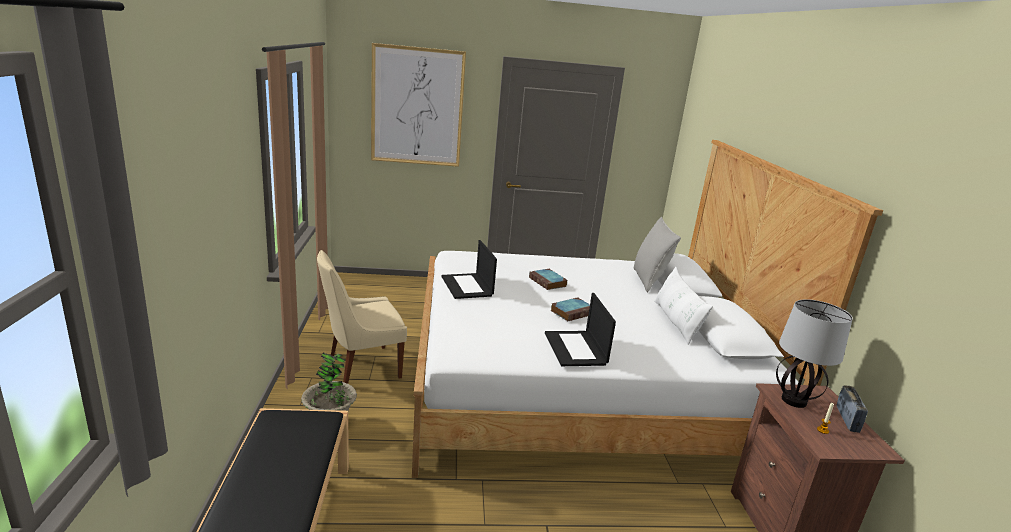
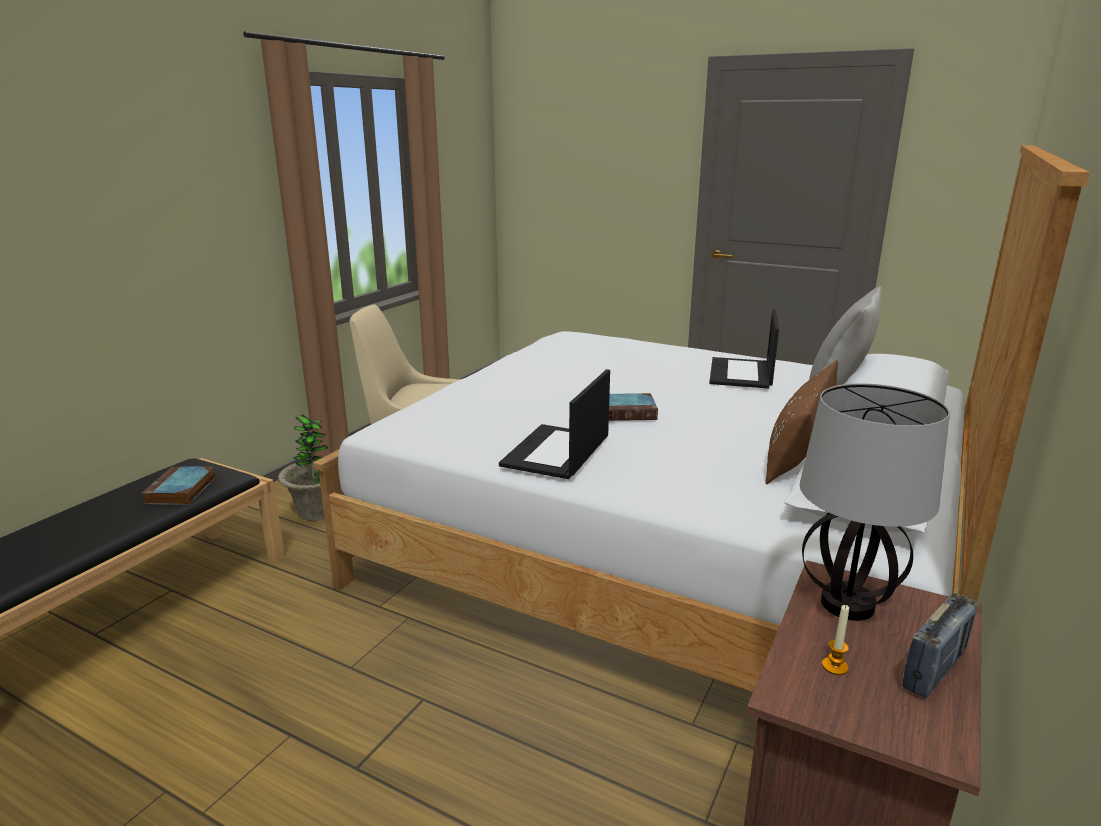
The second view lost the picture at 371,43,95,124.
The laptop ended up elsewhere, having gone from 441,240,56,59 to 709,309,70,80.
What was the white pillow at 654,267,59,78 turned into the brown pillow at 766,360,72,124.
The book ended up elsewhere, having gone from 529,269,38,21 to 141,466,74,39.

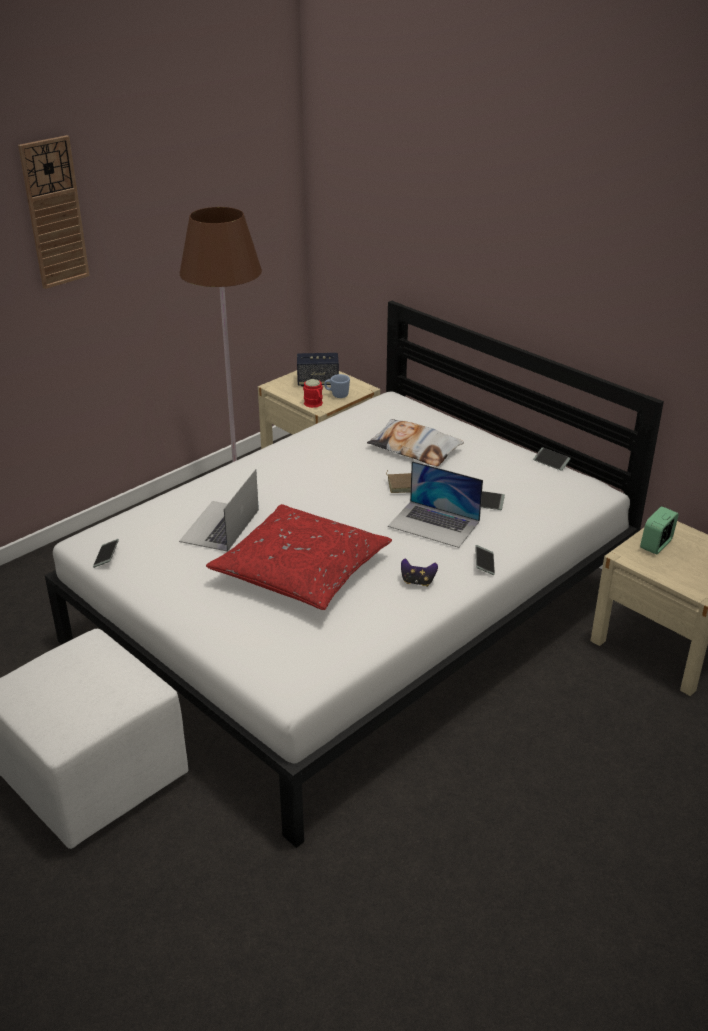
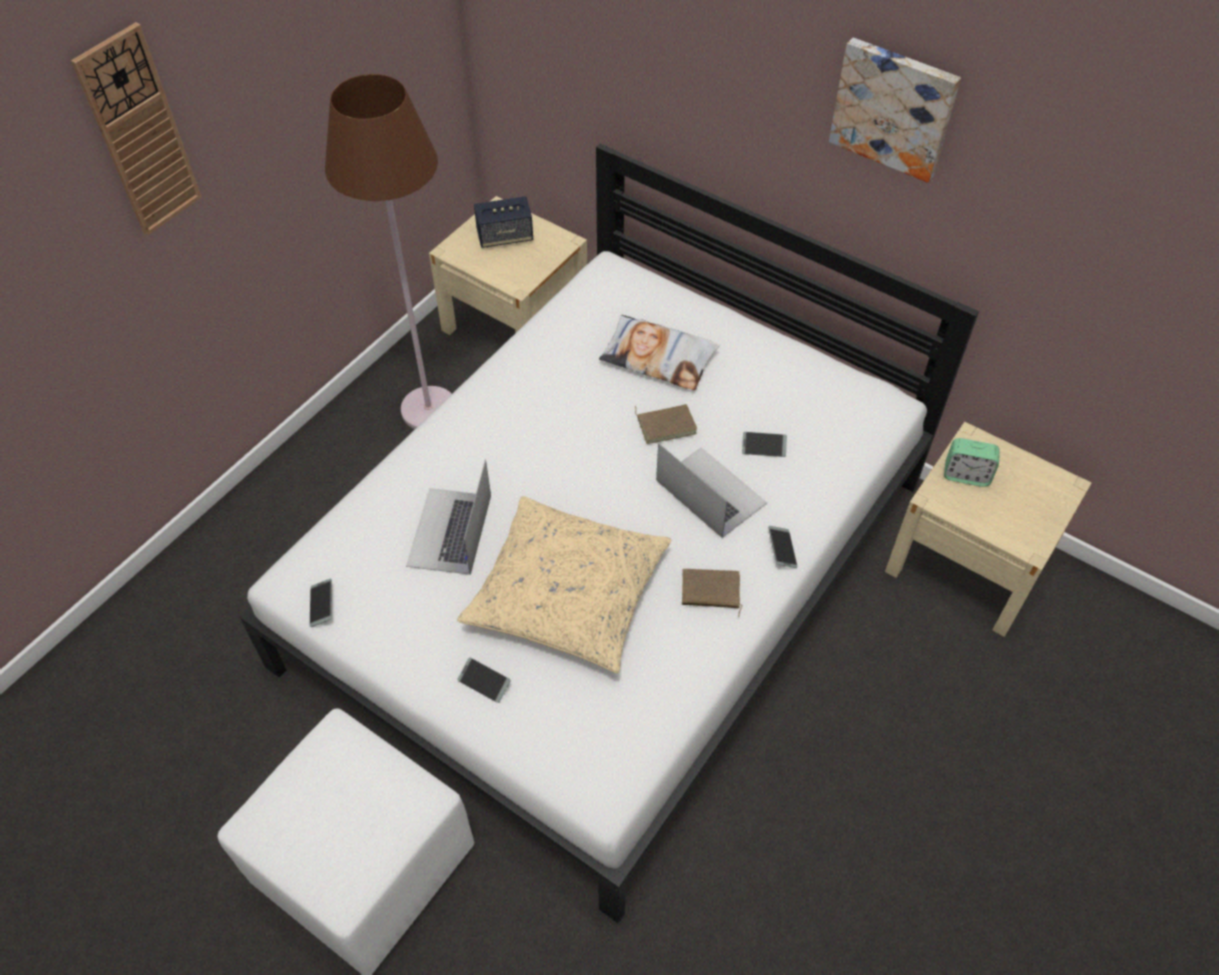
The second view lost the blue mug at 324,374,26,24.
The second view lost the red mug at 303,379,20,29.
The phone ended up elsewhere, having gone from 533,447,38,24 to 457,658,54,45.
The laptop at 388,461,95,87 ended up facing another way, 150 degrees counterclockwise from before.
What was the red pillow at 206,504,186,106 turned into the beige pillow at 457,496,215,177.
The alarm clock at 640,506,39,48 ended up facing another way, 105 degrees counterclockwise from before.
Where the game controller stood at 401,558,37,29, the brown book came to stand at 682,569,60,48.
The second view gained the picture at 829,38,132,145.

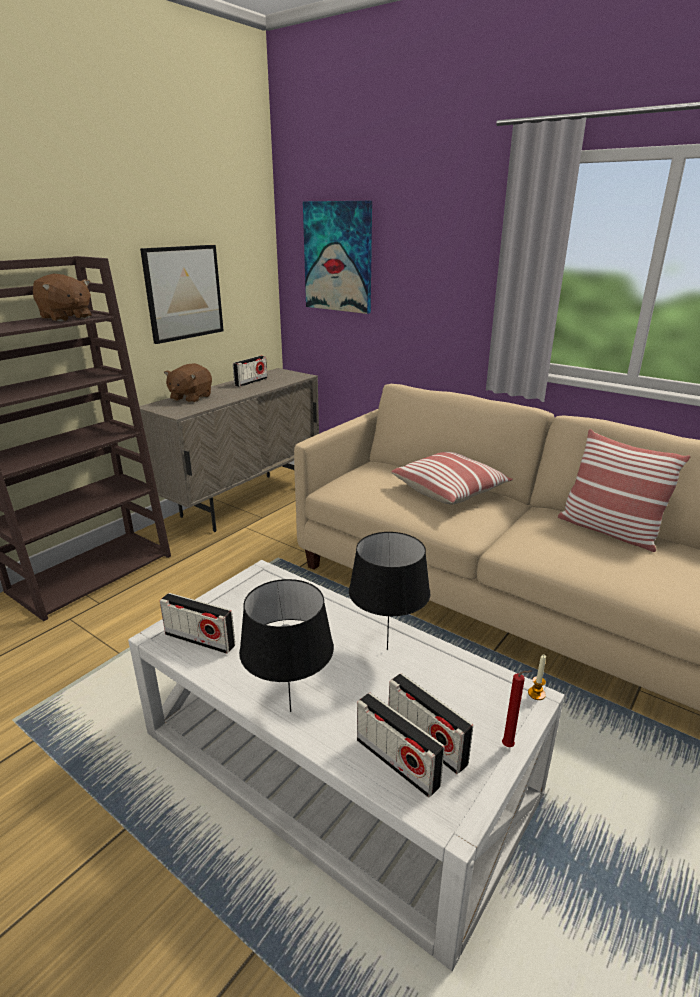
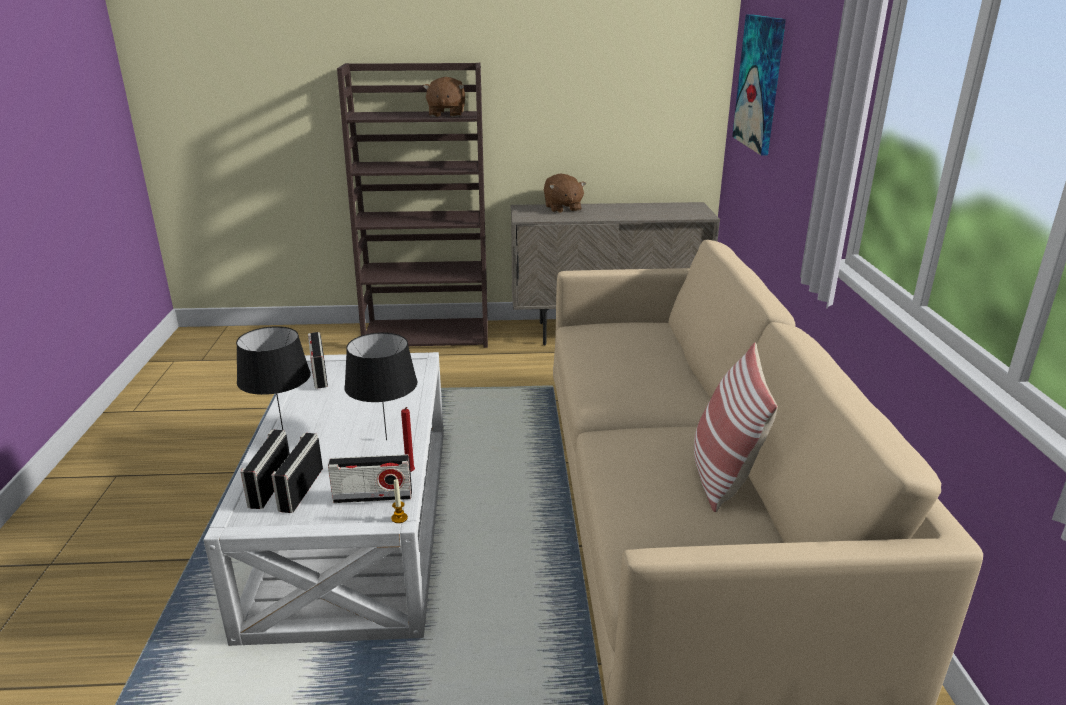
The second view lost the picture at 140,245,84,99.
The radio ended up elsewhere, having gone from 233,356,34,31 to 328,454,84,49.
The brown plush toy at 164,363,48,40 ended up facing another way, 90 degrees counterclockwise from before.
The second view lost the pillow at 391,452,122,52.
The red candle ended up elsewhere, having gone from 502,670,30,77 to 401,407,14,65.

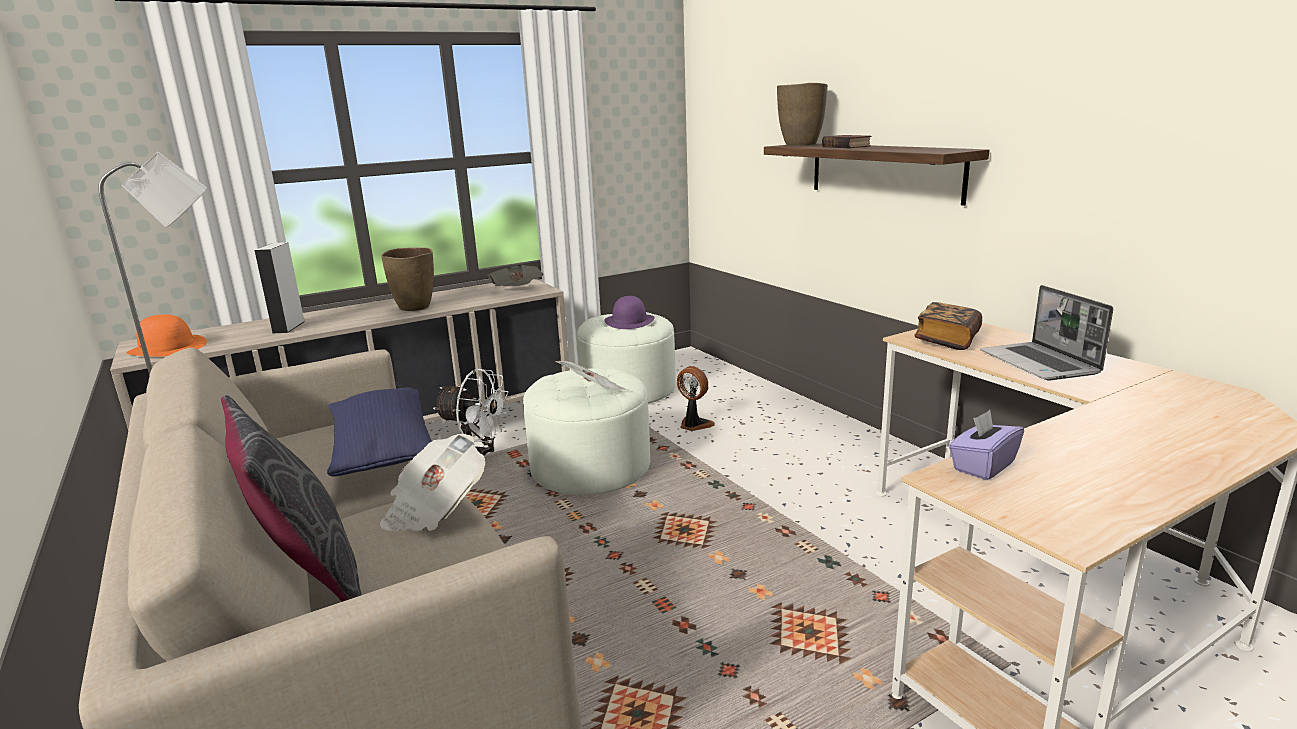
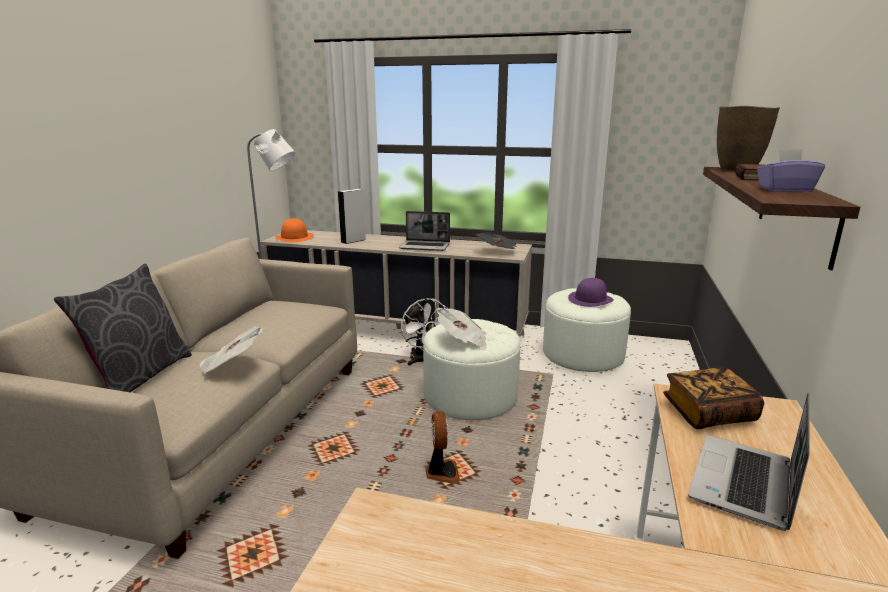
Where the brown vase stood at 381,247,53,64, the laptop came to stand at 399,211,51,40.
The fan ended up elsewhere, having gone from 677,366,38,65 to 426,411,34,72.
The second view lost the blue pillow at 327,387,105,89.
The purple tissue box ended up elsewhere, having gone from 949,410,75,70 to 757,149,68,43.

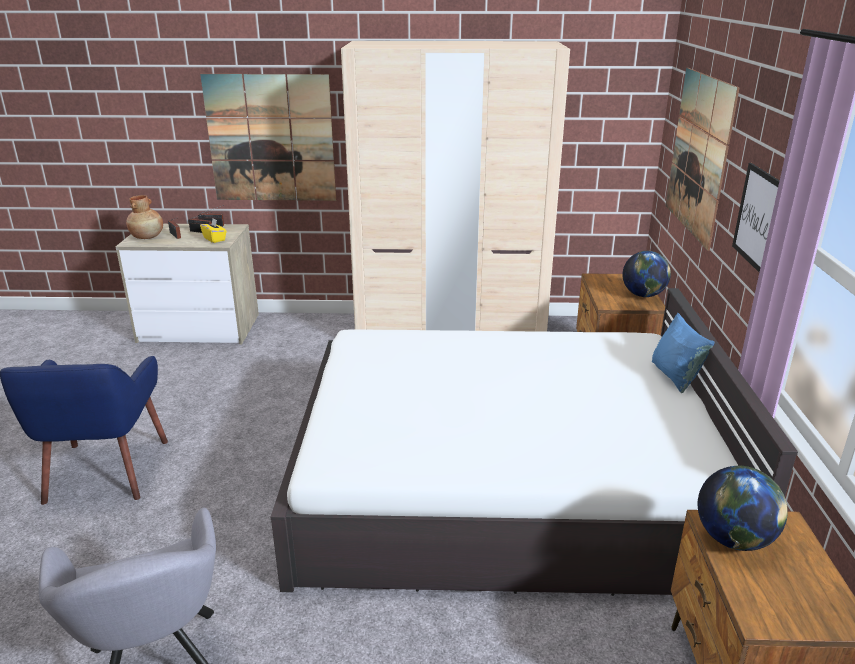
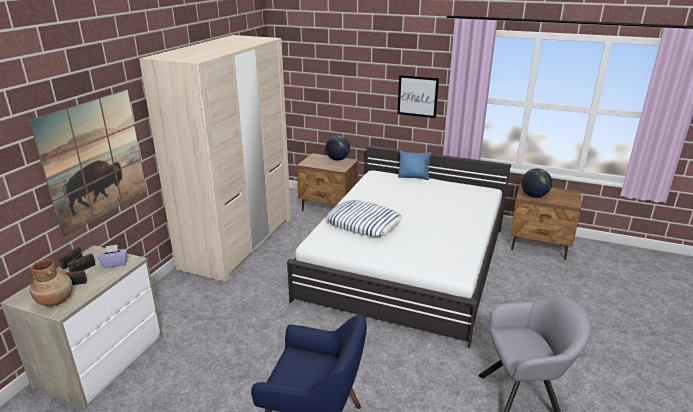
The second view lost the picture at 665,68,75,183.
What was the yellow tissue box at 200,218,27,25 turned into the purple tissue box at 98,245,29,23.
The second view gained the pillow at 326,200,76,37.

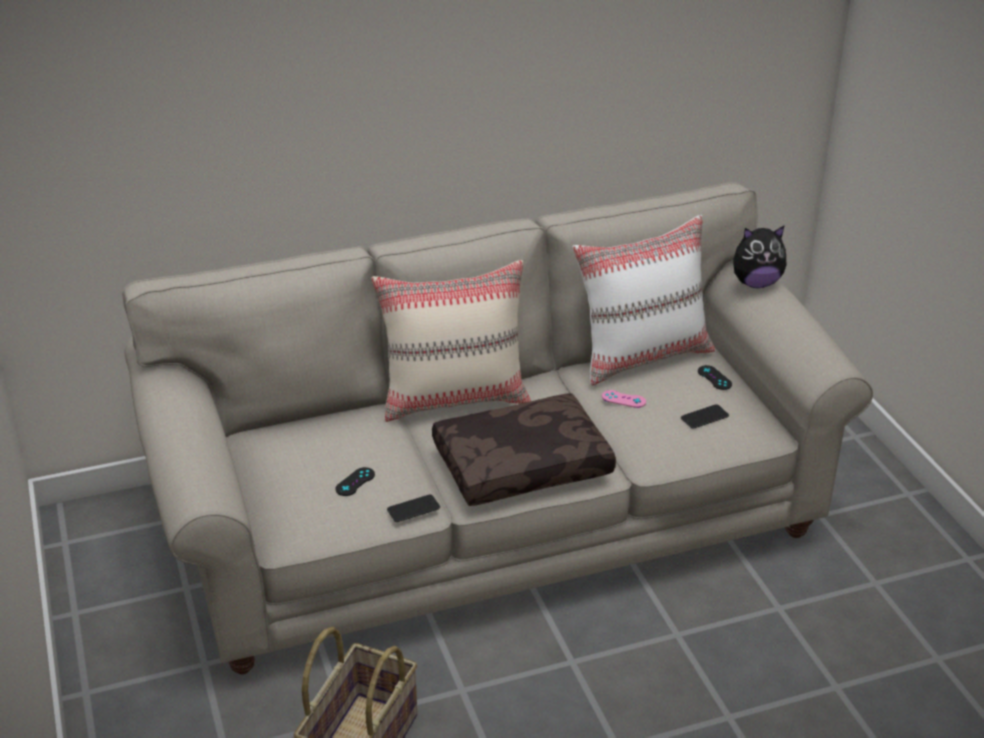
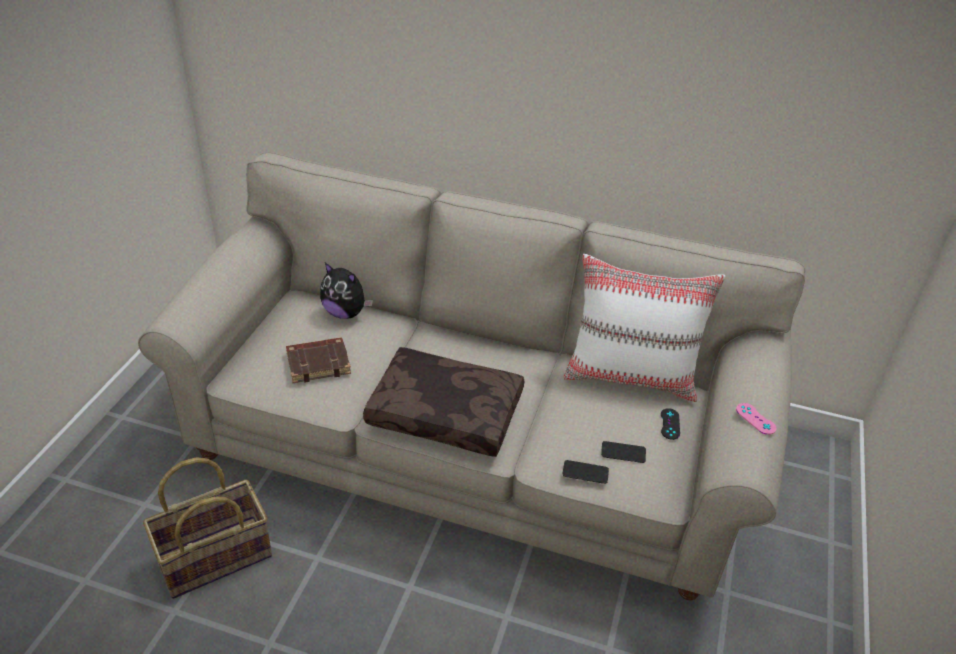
The plush toy ended up elsewhere, having gone from 733,225,54,63 to 320,263,53,56.
The second view lost the beige pillow at 371,260,160,162.
The pink game controller ended up elsewhere, having gone from 602,390,44,18 to 736,403,41,32.
Where the black game controller stood at 335,467,40,29, the brown book came to stand at 286,337,65,46.
The phone ended up elsewhere, having gone from 387,495,53,27 to 563,460,46,24.

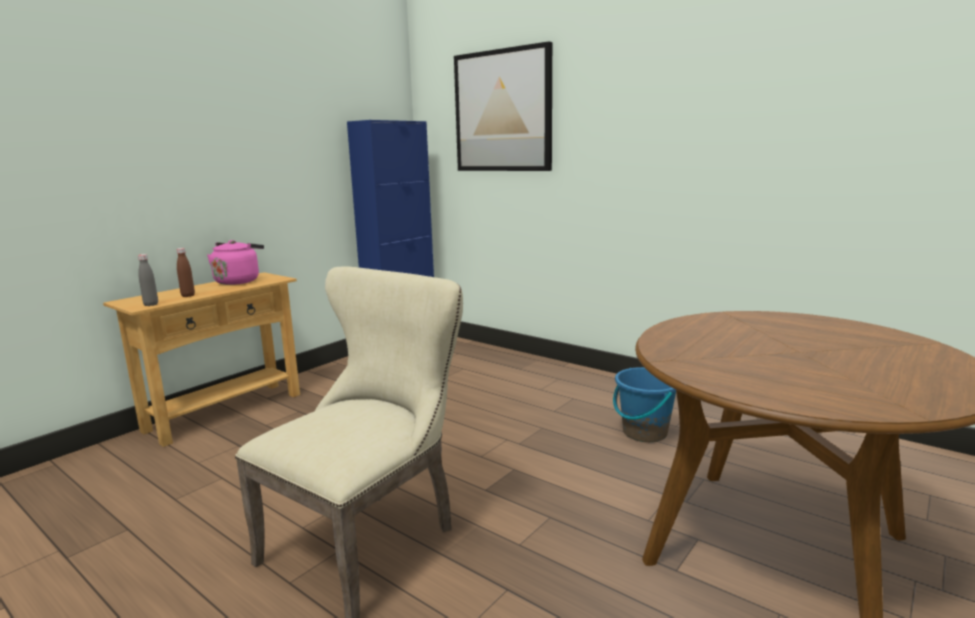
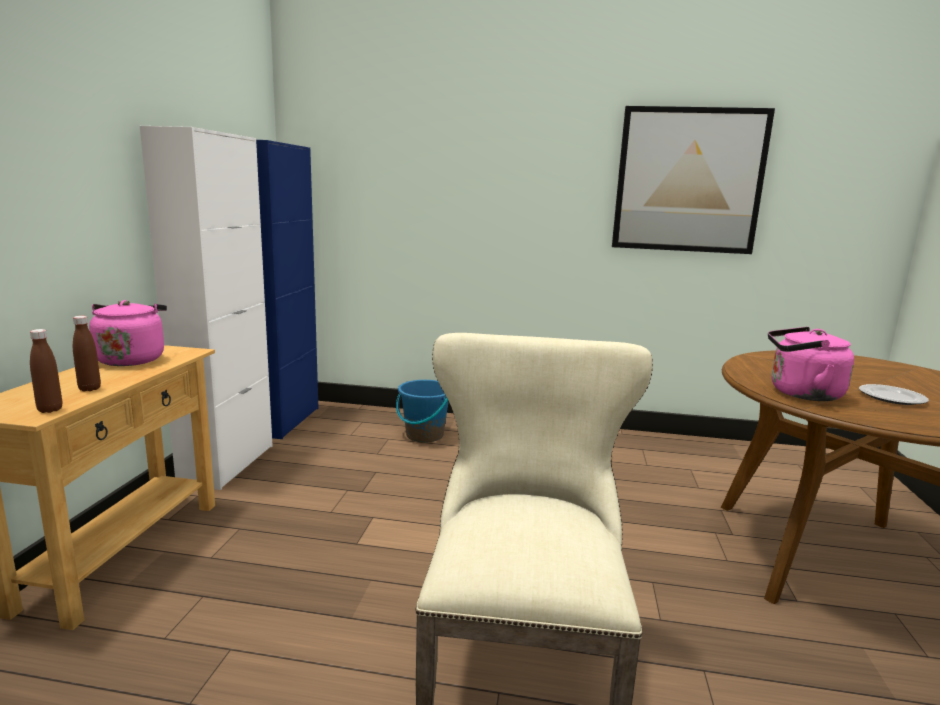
The picture ended up elsewhere, having gone from 454,41,98,130 to 612,106,163,148.
What was the grey bottle at 138,254,20,52 turned into the brown bottle at 30,329,32,84.
The blue bucket ended up elsewhere, having gone from 613,367,63,75 to 396,380,53,62.
The second view gained the white cabinet at 140,126,133,364.
The second view gained the pink kettle at 768,327,86,74.
The second view gained the plate at 859,384,70,21.

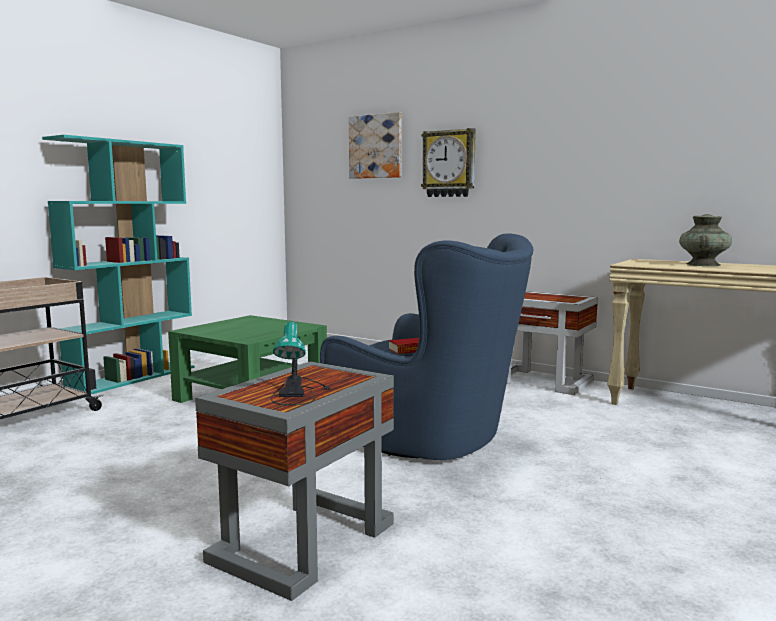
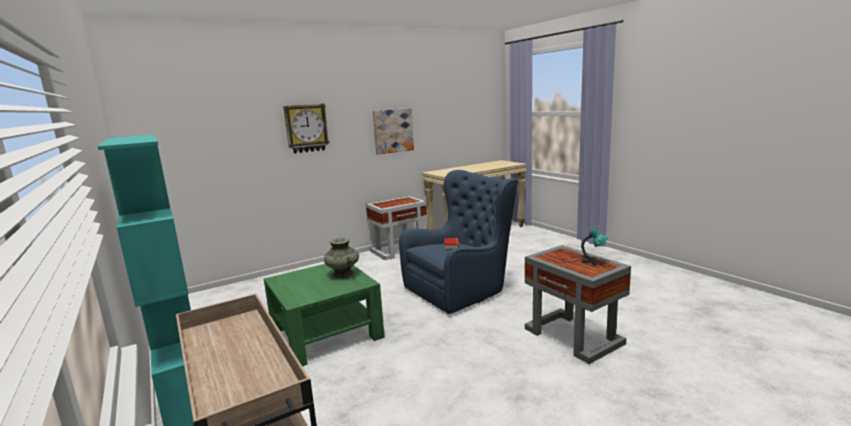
The picture ended up elsewhere, having gone from 349,112,53,67 to 373,108,41,46.
The turquoise vase ended up elsewhere, having gone from 679,214,53,52 to 324,238,35,41.

